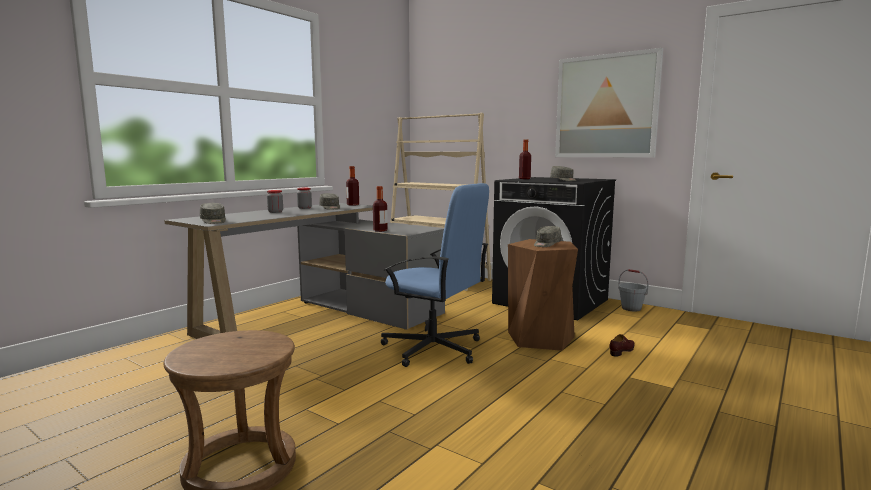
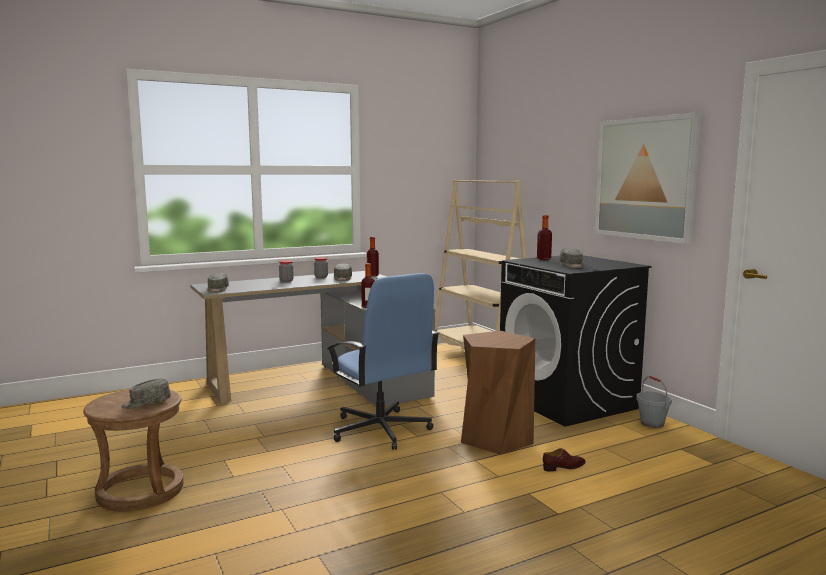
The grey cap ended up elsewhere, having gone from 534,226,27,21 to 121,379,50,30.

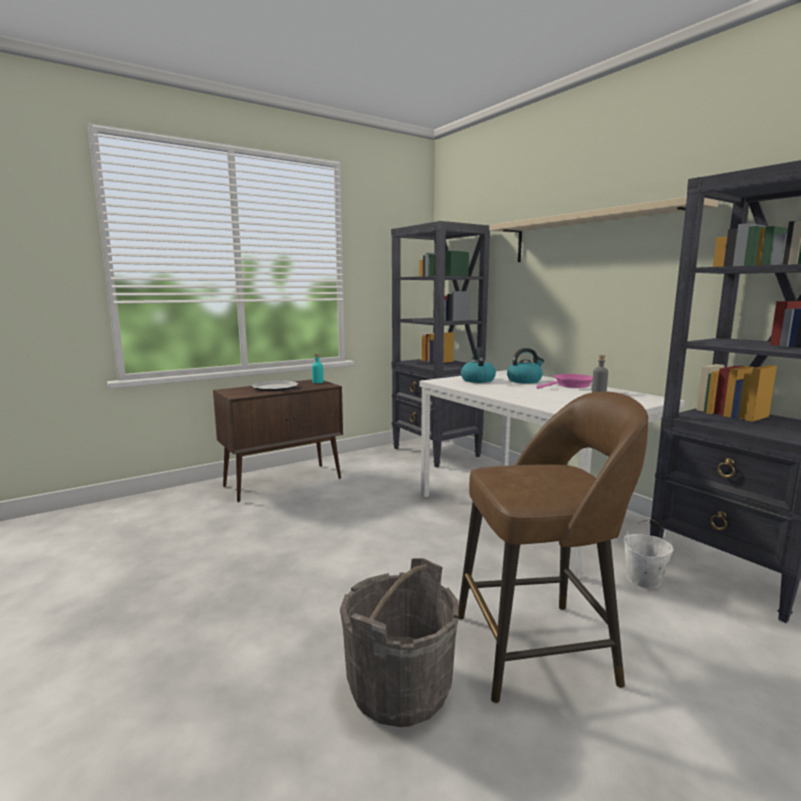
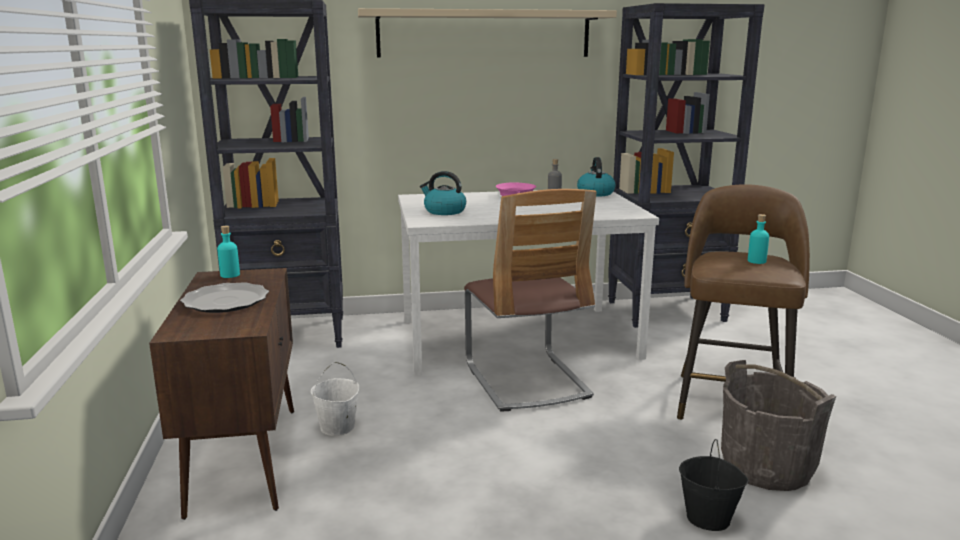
The kettle ended up elsewhere, having gone from 507,348,37,36 to 577,157,39,39.
The white bucket ended up elsewhere, having gone from 623,519,51,70 to 311,362,48,74.
The second view gained the chair at 464,189,133,223.
The second view gained the turquoise bottle at 748,214,21,50.
The second view gained the black bucket at 679,439,70,92.

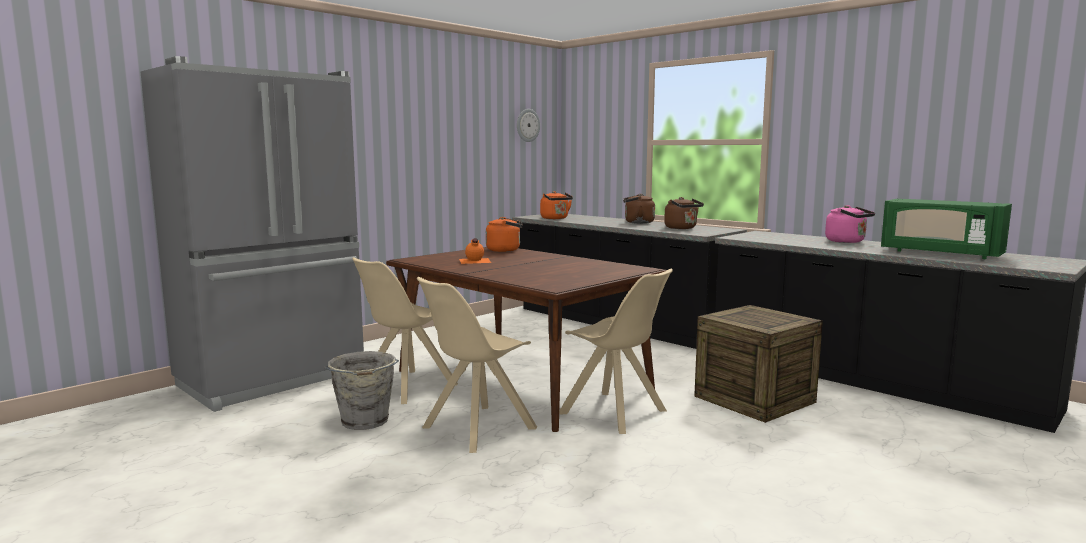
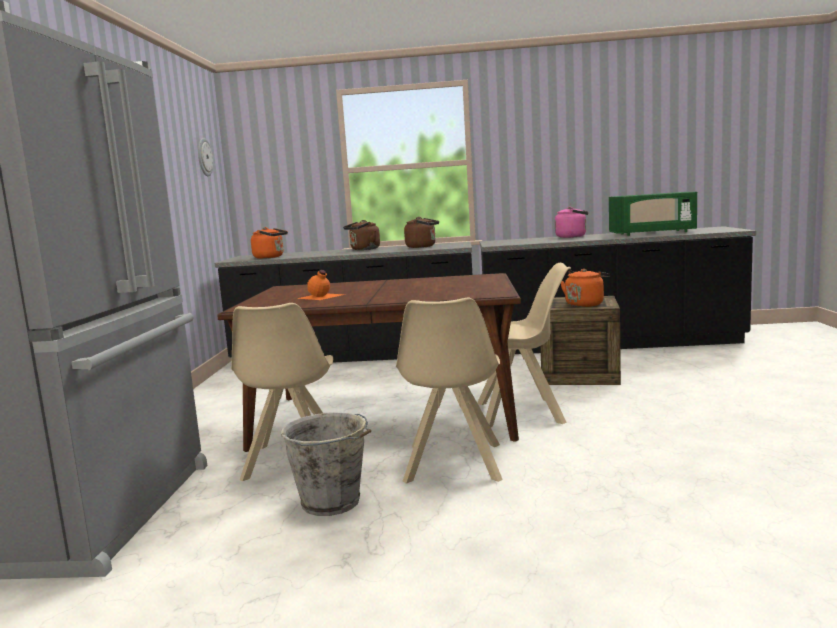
The orange kettle ended up elsewhere, having gone from 486,217,37,35 to 561,269,49,38.

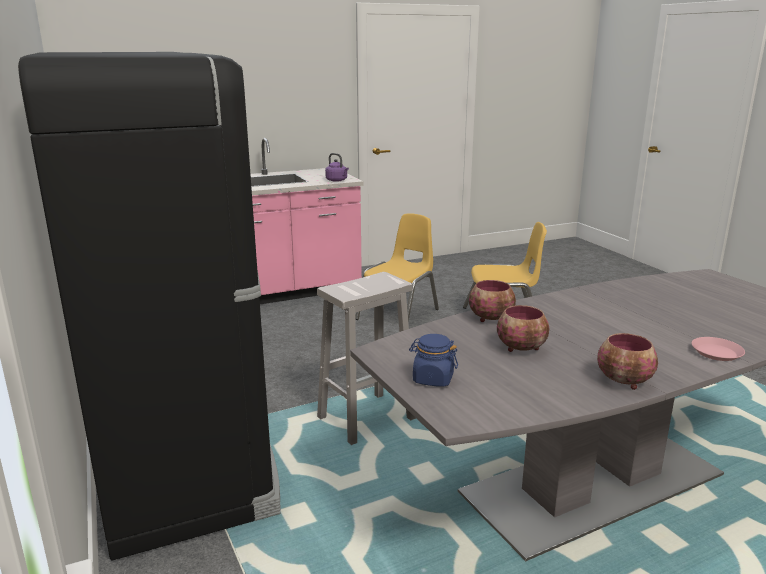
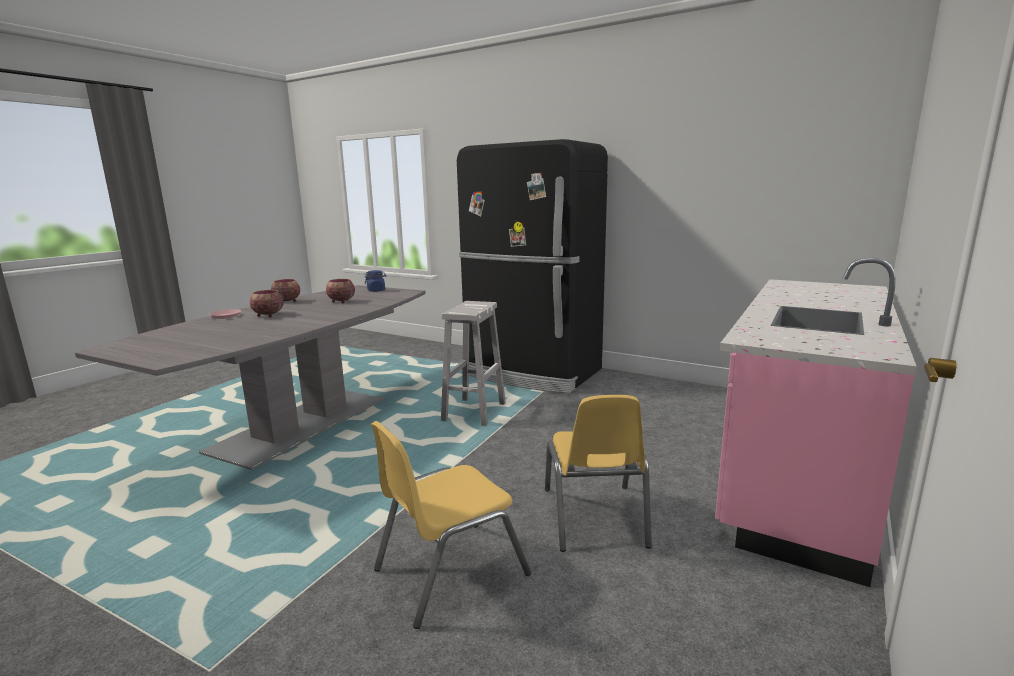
The second view lost the purple kettle at 325,153,24,29.
The bowl ended up elsewhere, having gone from 469,280,47,42 to 250,290,34,27.

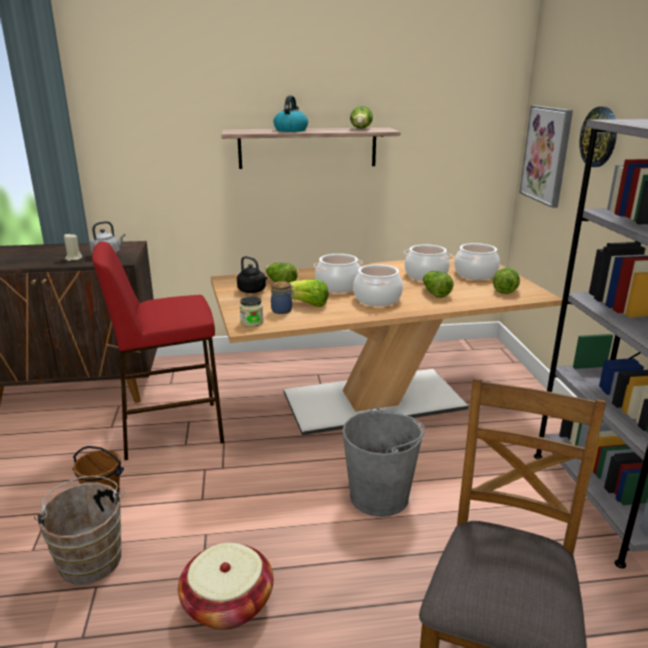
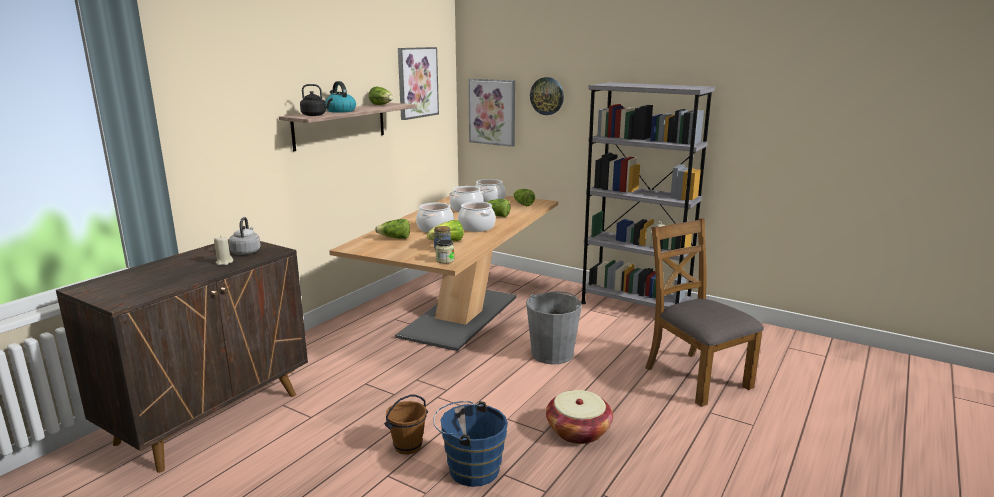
The second view lost the red stool at 92,241,132,219.
The black kettle ended up elsewhere, having gone from 237,256,30,37 to 300,84,32,32.
What was the brown bucket at 34,476,91,109 turned into the blue bucket at 433,401,75,86.
The second view gained the picture at 398,47,41,73.

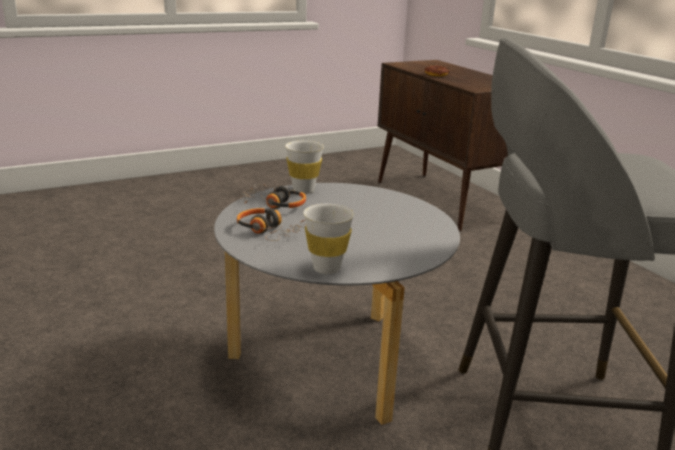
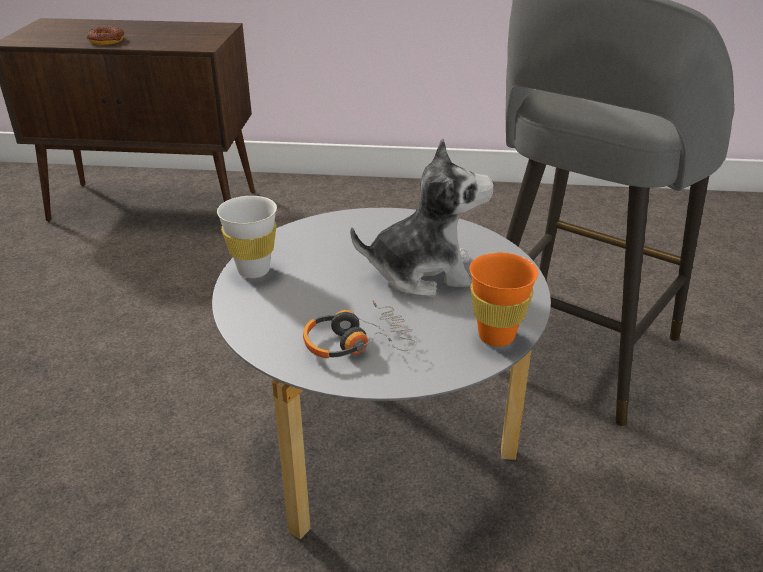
The second view lost the headphones at 240,184,66,25.
What was the white cup at 303,204,51,70 turned into the orange cup at 470,253,68,94.
The second view gained the plush toy at 351,139,143,158.

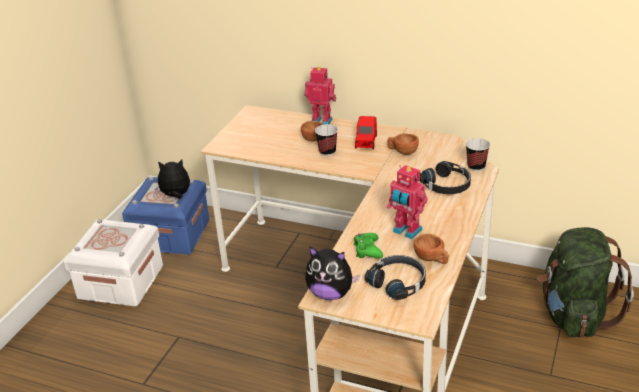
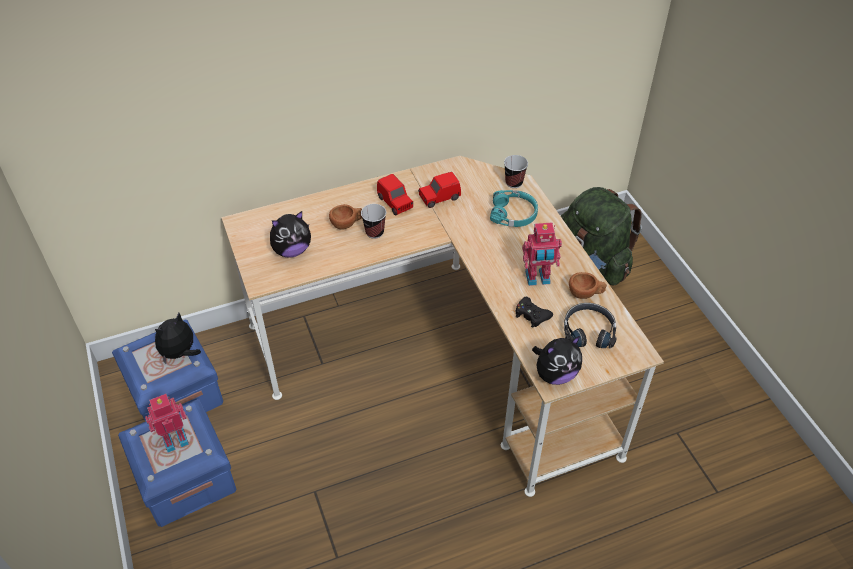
The toy robot ended up elsewhere, having gone from 304,67,32,58 to 145,393,44,60.
Where the brown cup stood at 387,133,32,22, the red toy car came to stand at 418,172,43,36.
What was the black headphones at 420,161,51,33 turned into the turquoise headphones at 490,190,48,37.
What was the white storage box at 63,219,100,87 turned into the blue storage box at 118,399,118,128.
What was the green game controller at 353,233,30,25 turned into the black game controller at 516,296,37,32.
The second view gained the plush toy at 270,211,41,47.

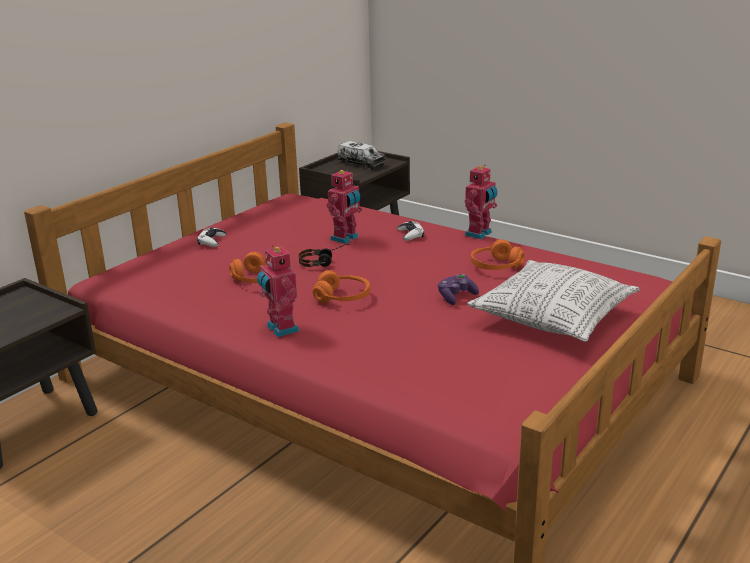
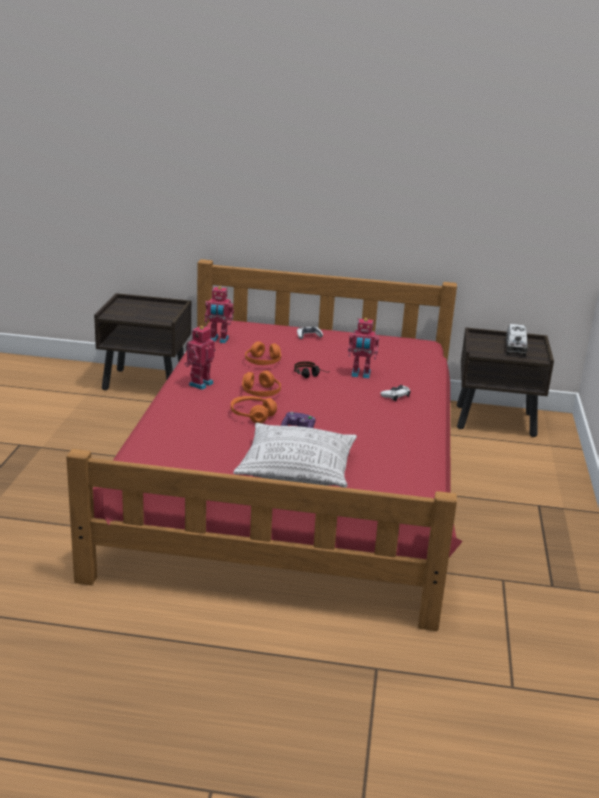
The toy robot ended up elsewhere, having gone from 465,165,32,74 to 205,286,29,57.
The orange headphones ended up elsewhere, having gone from 471,239,54,31 to 231,396,46,27.

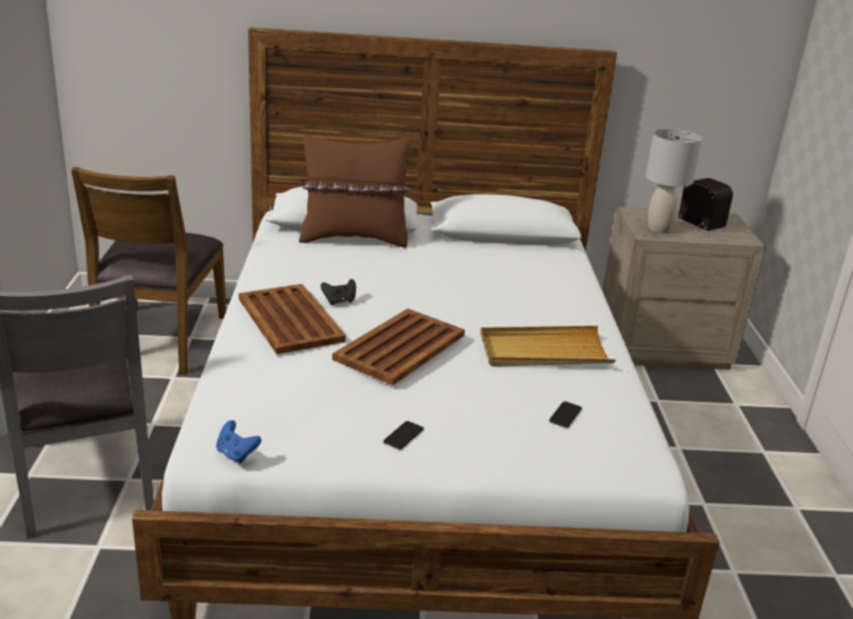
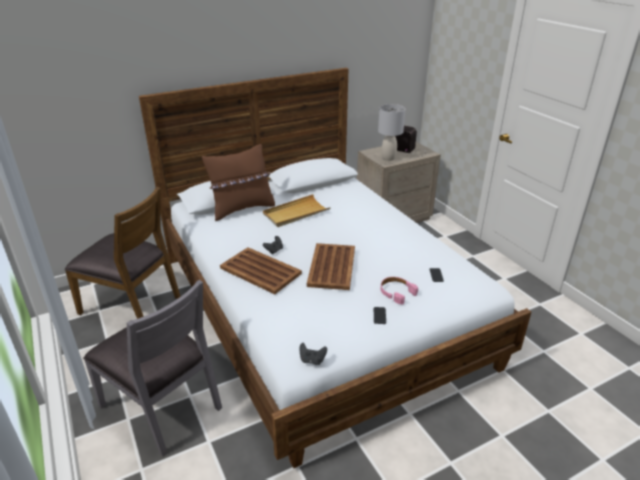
The brown chair at 71,167,155,208 ended up facing another way, 45 degrees counterclockwise from before.
The beige tray ended up elsewhere, having gone from 480,326,136,41 to 263,194,68,33.
What was the blue game controller at 216,420,45,43 turned into the black game controller at 300,343,27,22.
The second view gained the pink headphones at 381,277,37,28.

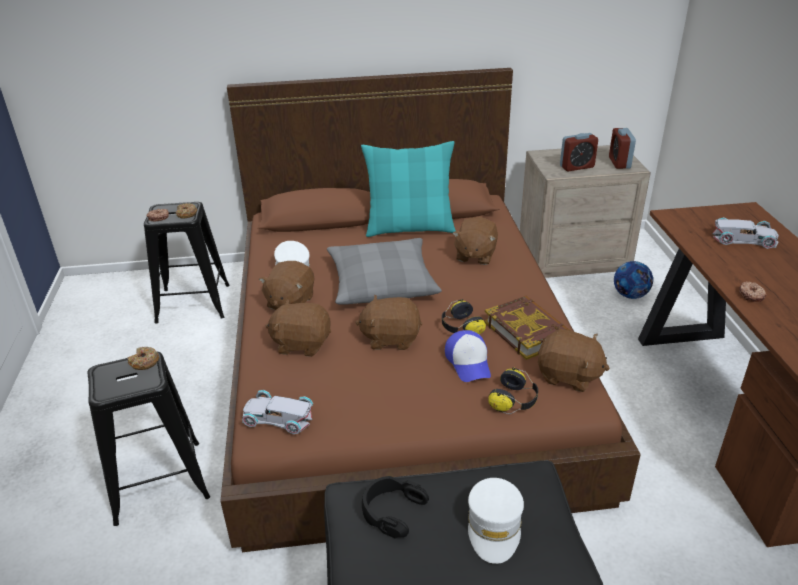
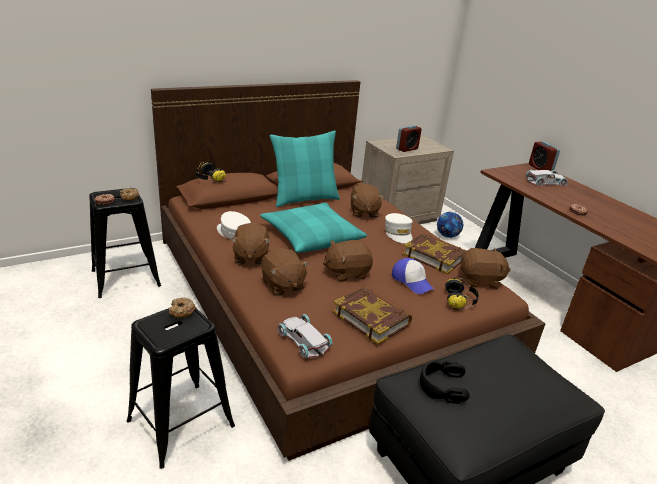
The alarm clock ended up elsewhere, having gone from 609,128,27,41 to 529,141,31,30.
What was the grey pillow at 327,238,115,66 turned into the turquoise pillow at 260,202,107,51.
The brown plush toy at 266,299,65,58 ended up facing another way, 105 degrees counterclockwise from before.
The headphones ended up elsewhere, having gone from 442,299,44,35 to 196,161,30,22.
The white toy car at 242,390,71,44 ended up facing another way, 60 degrees clockwise from before.
The white cap ended up elsewhere, having gone from 468,478,56,86 to 385,213,28,30.
The second view gained the book at 333,286,79,58.

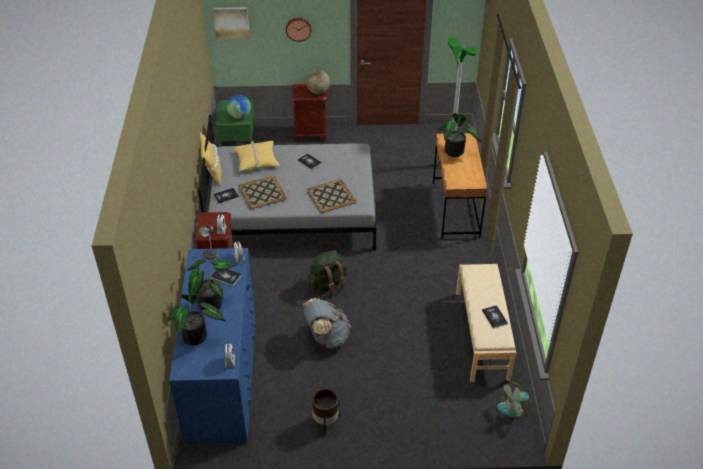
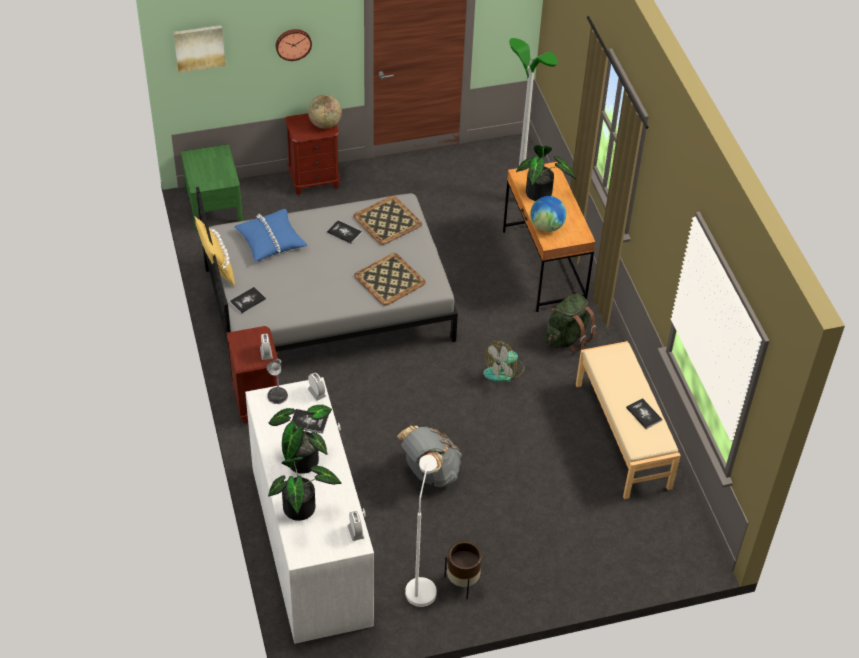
The globe ended up elsewhere, having gone from 227,95,24,24 to 530,196,36,36.
What was the yellow pillow at 234,141,46,30 turned into the blue pillow at 234,209,74,53.
The tray ended up elsewhere, having gone from 238,176,49,33 to 353,196,69,49.
What was the blue dresser at 169,248,88,196 turned into the white dresser at 245,377,129,267.
The green backpack ended up elsewhere, having gone from 307,250,40,46 to 545,294,51,58.
The fan ended up elsewhere, having gone from 497,381,36,37 to 483,341,42,41.
The second view gained the white floor lamp at 405,455,32,152.

